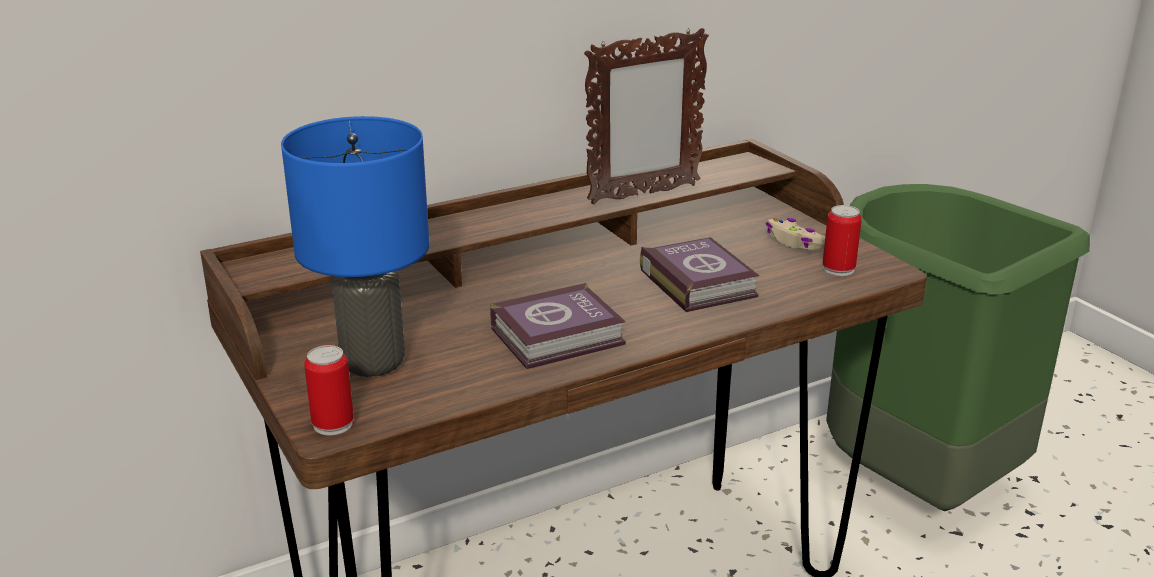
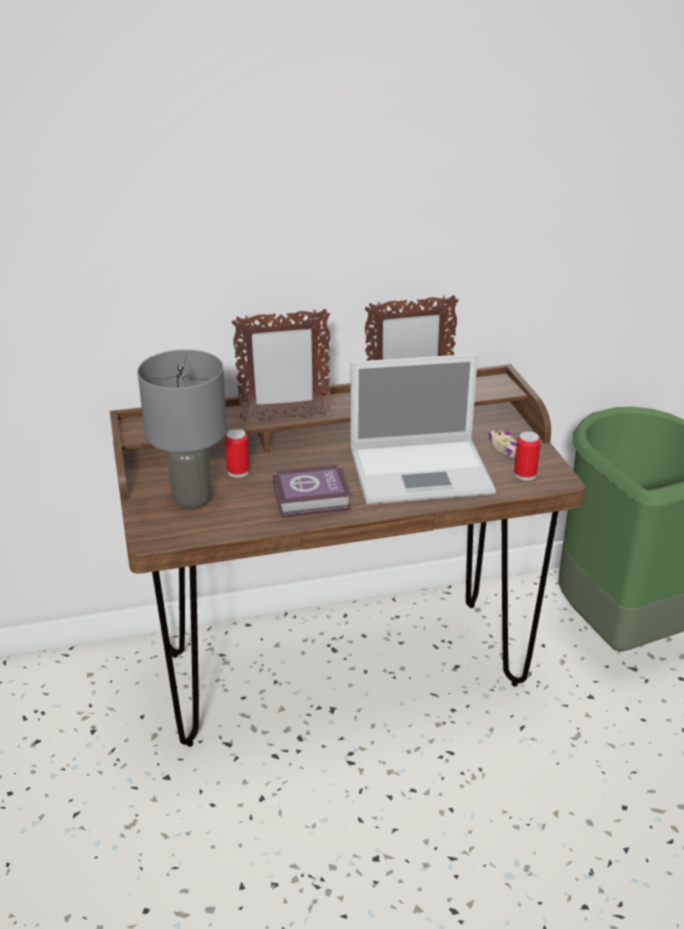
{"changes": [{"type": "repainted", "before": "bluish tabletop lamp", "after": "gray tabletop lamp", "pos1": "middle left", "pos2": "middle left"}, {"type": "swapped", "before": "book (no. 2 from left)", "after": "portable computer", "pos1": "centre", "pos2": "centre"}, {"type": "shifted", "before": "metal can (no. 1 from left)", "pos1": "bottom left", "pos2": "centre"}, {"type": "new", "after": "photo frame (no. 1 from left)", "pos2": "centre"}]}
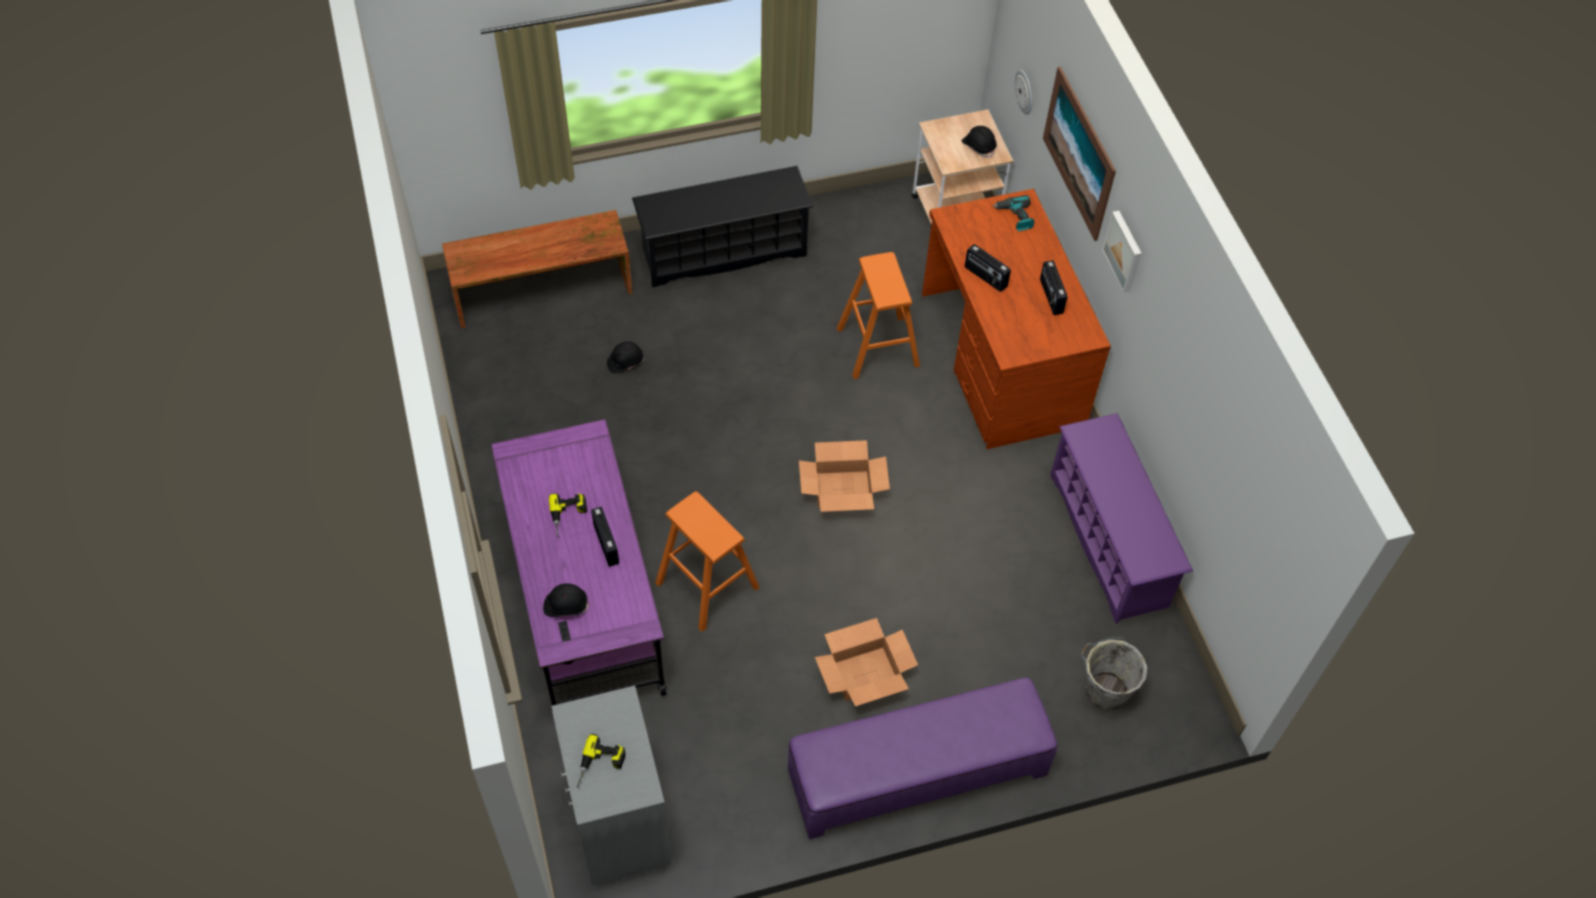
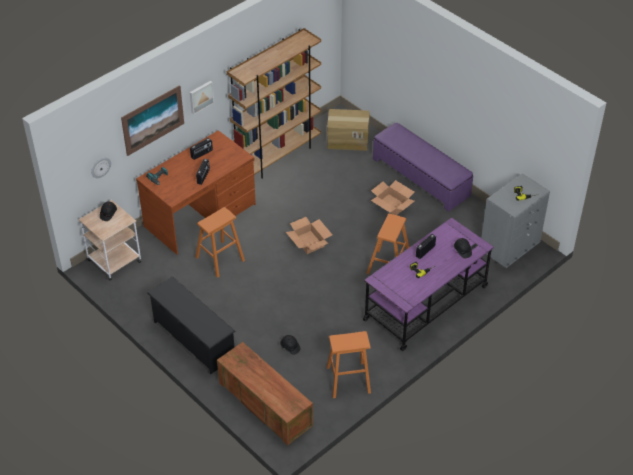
{"changes": [{"type": "swapped", "before": "purplish shoe rack", "after": "brownish shelving unit", "pos1": "middle right", "pos2": "top centre"}, {"type": "swapped", "before": "gray pail", "after": "cardboard box (no. 2 from left)", "pos1": "bottom right", "pos2": "top centre"}, {"type": "new", "after": "orange-coloured stool (no. 2 from left)", "pos2": "bottom centre"}]}
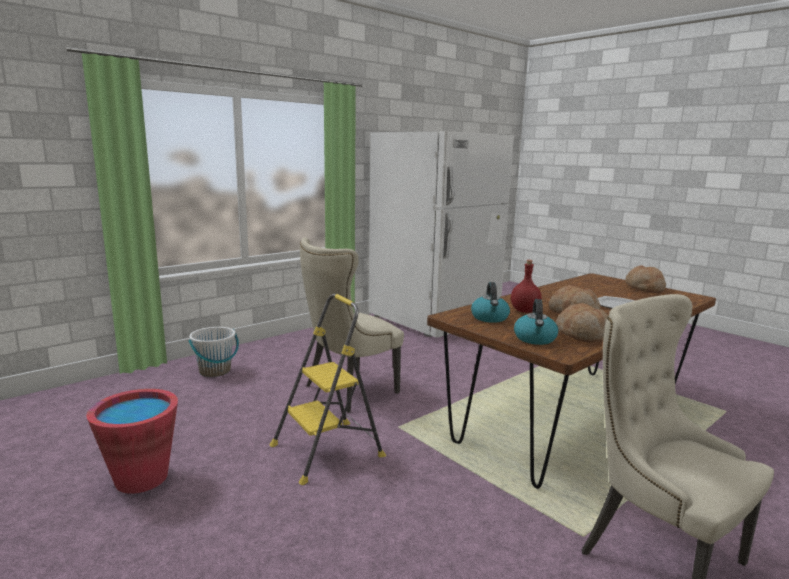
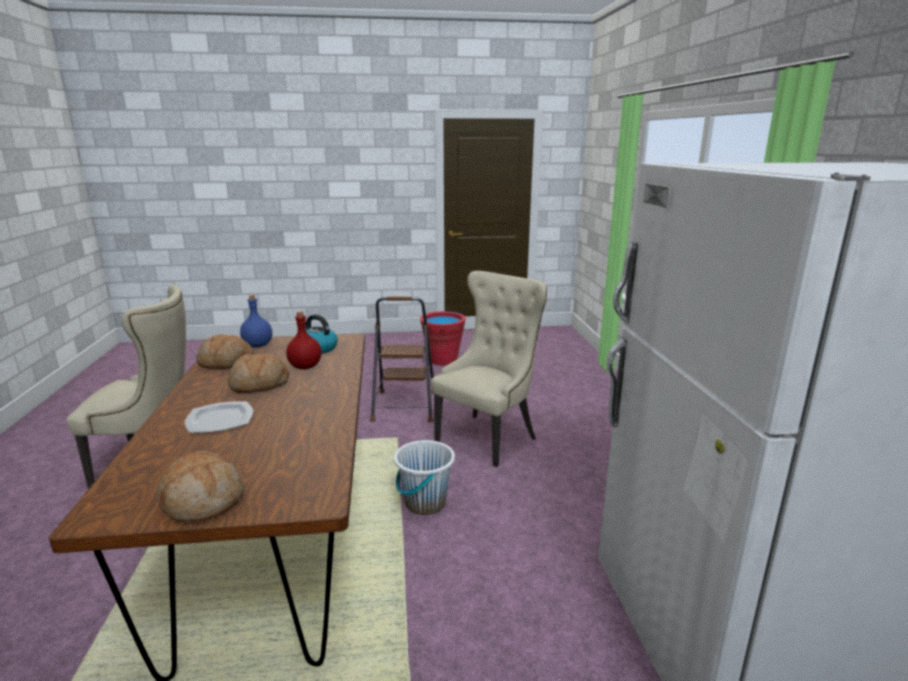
{"changes": [{"type": "rotated", "before": "sand-coloured upright chair (no. 1 from left in the first image)", "pos1": "centre", "pos2": "centre", "turn": 45}, {"type": "repainted", "before": "yellowish step stool", "after": "brownish step stool", "pos1": "bottom centre", "pos2": "centre"}, {"type": "swapped", "before": "kettle (no. 2 from left)", "after": "bluish drink bottle", "pos1": "middle right", "pos2": "middle left"}, {"type": "shifted", "before": "white pail", "pos1": "middle left", "pos2": "bottom centre"}]}
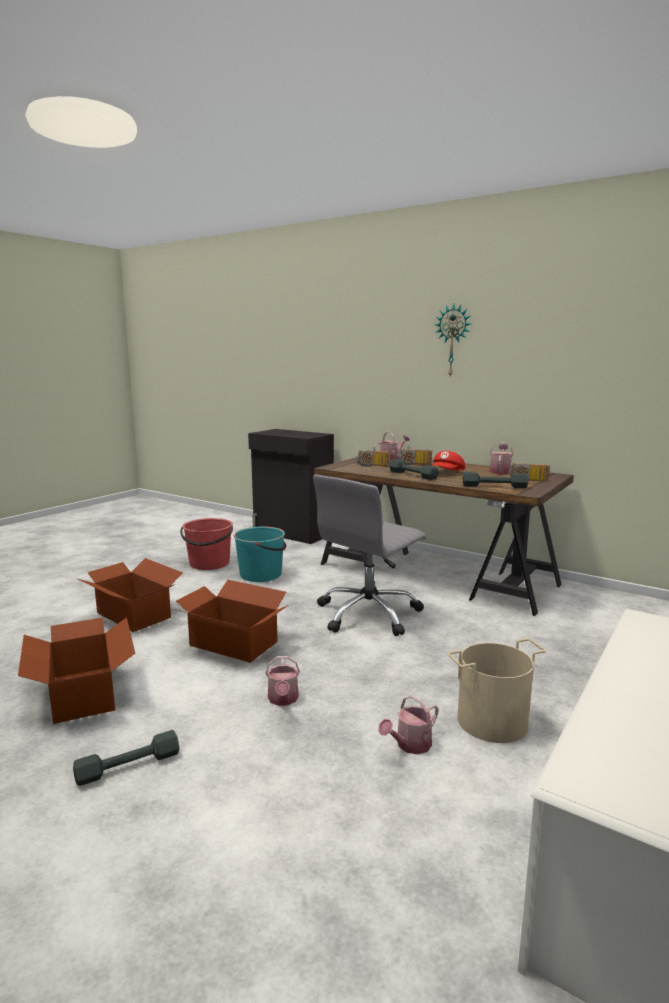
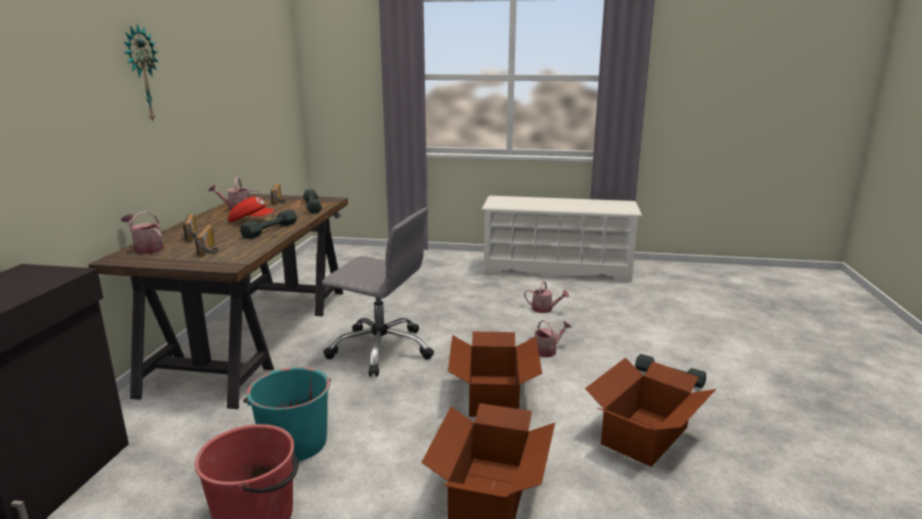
{"changes": [{"type": "gone", "before": "sand-coloured pail", "pos1": "bottom right"}]}
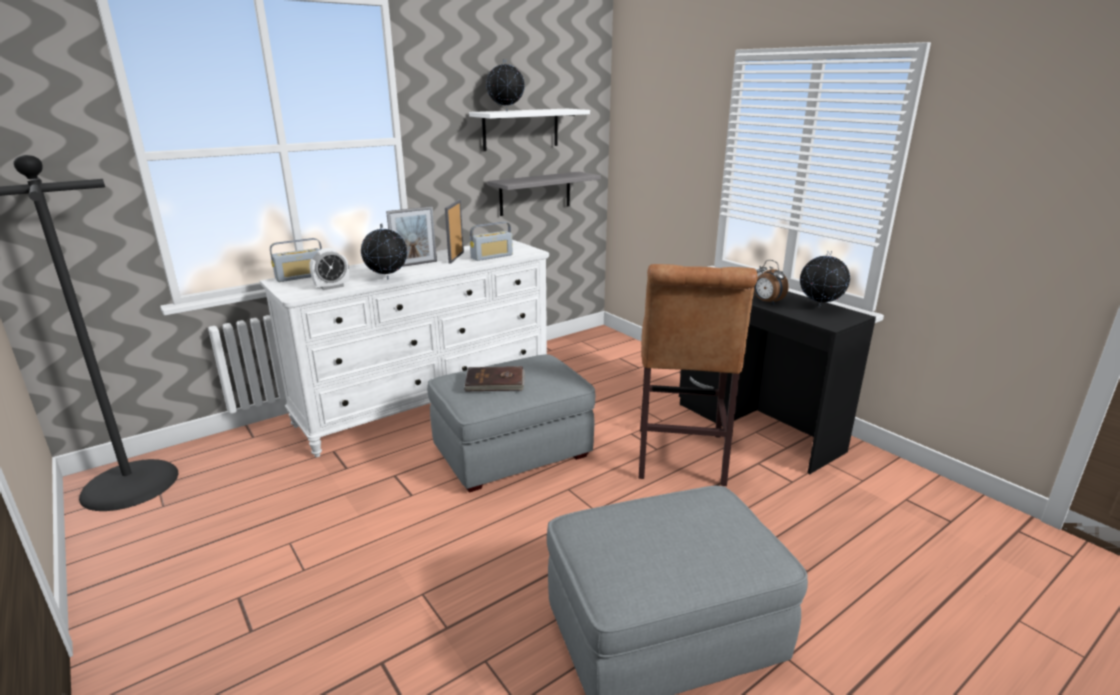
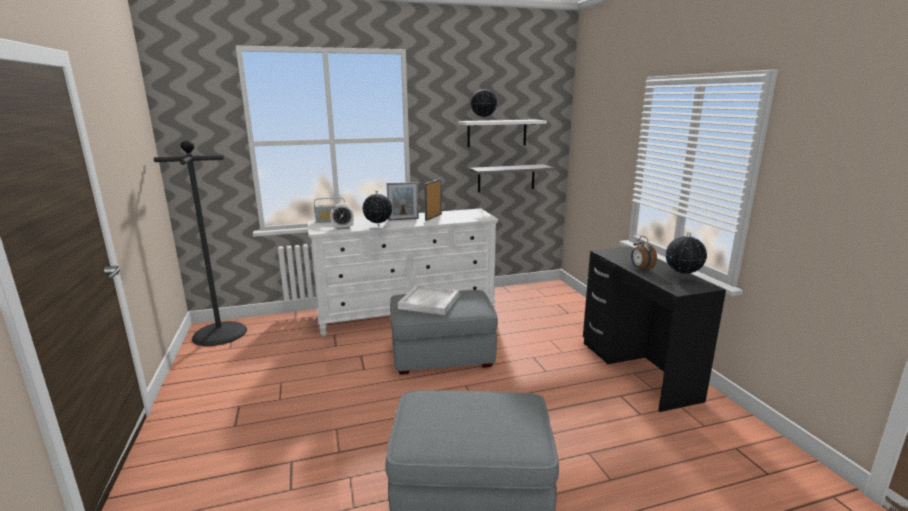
{"changes": [{"type": "gone", "before": "radio receiver (no. 2 from left)", "pos1": "centre"}, {"type": "gone", "before": "brownish stool", "pos1": "centre"}, {"type": "swapped", "before": "brownish book", "after": "white serving tray", "pos1": "centre", "pos2": "centre"}]}
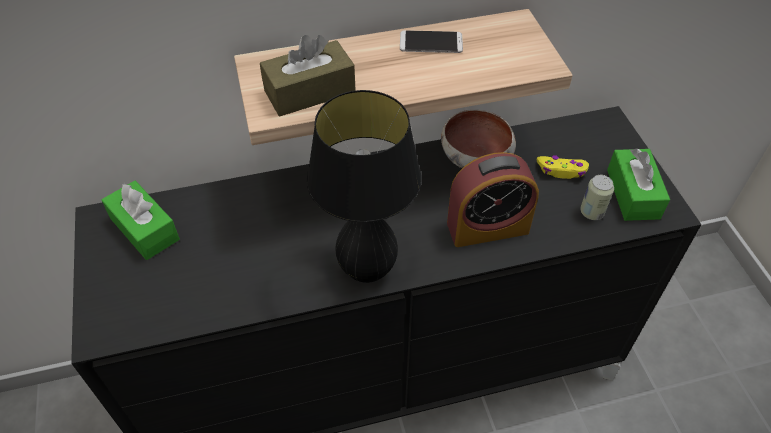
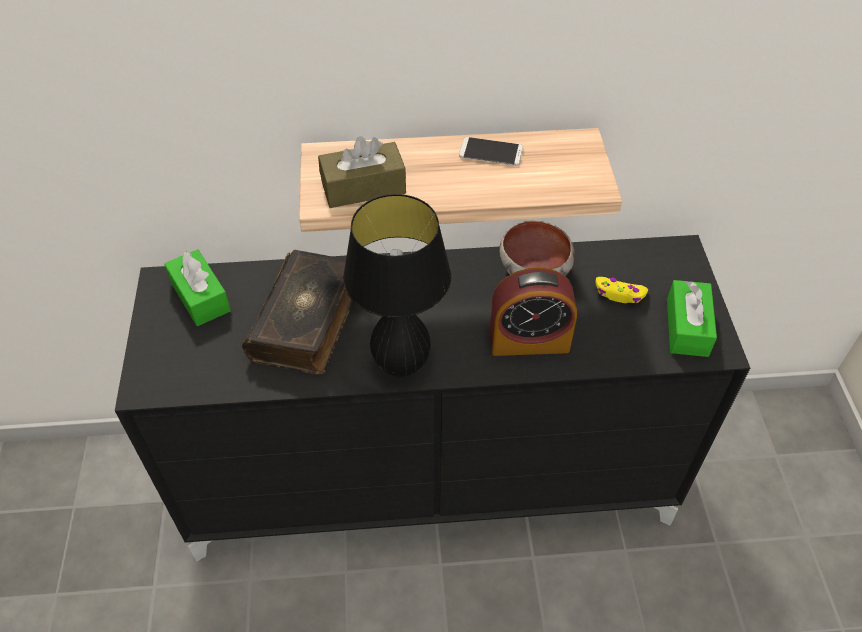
{"changes": [{"type": "gone", "before": "metal can", "pos1": "middle right"}, {"type": "new", "after": "book", "pos2": "centre"}]}
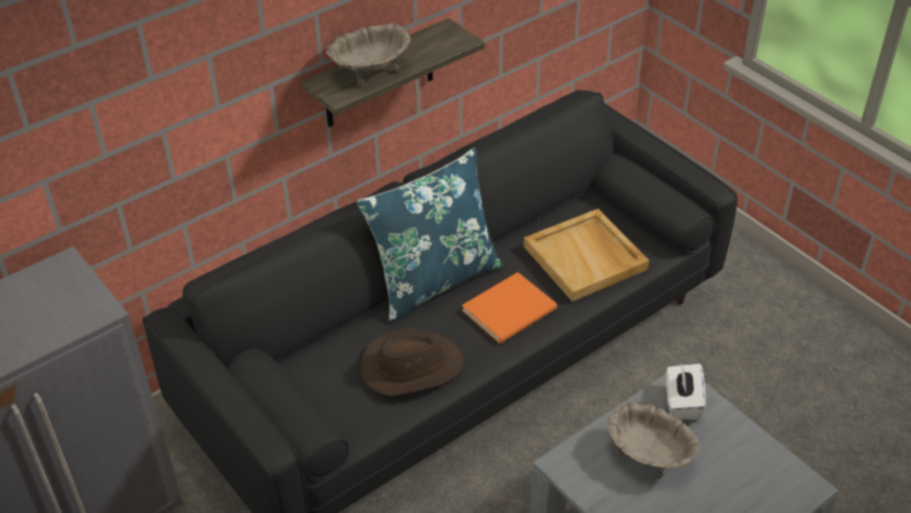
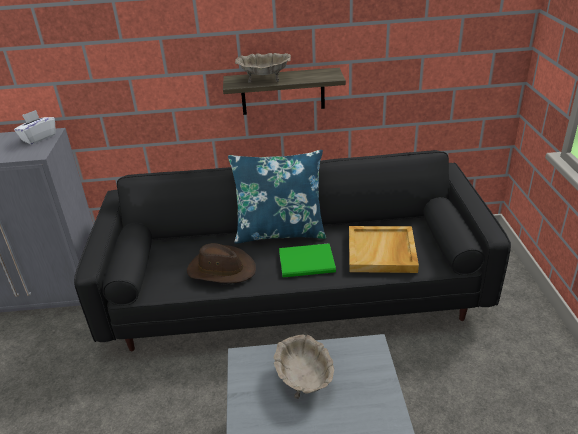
{"changes": [{"type": "repainted", "before": "orange-coloured book", "after": "green book", "pos1": "centre", "pos2": "centre"}, {"type": "shifted", "before": "white tissue holder", "pos1": "bottom right", "pos2": "top left"}]}
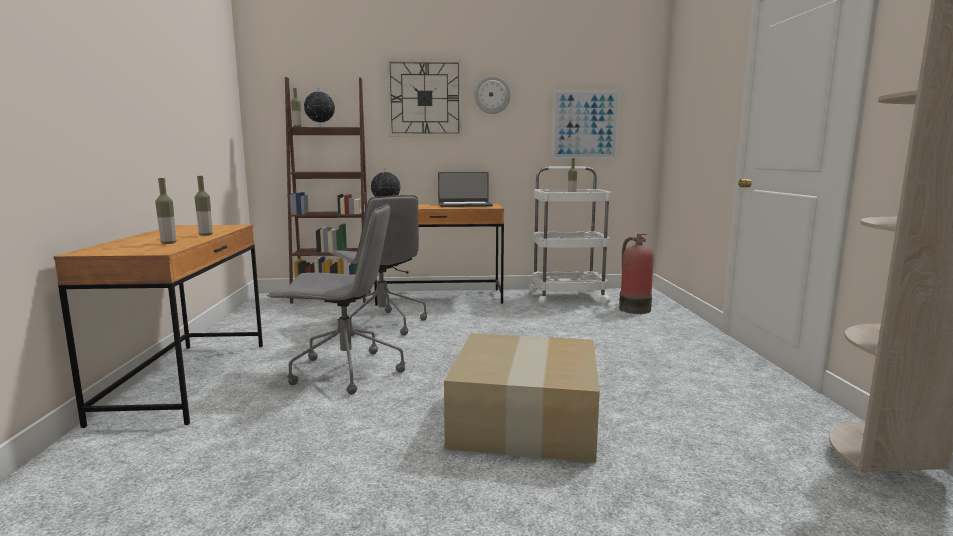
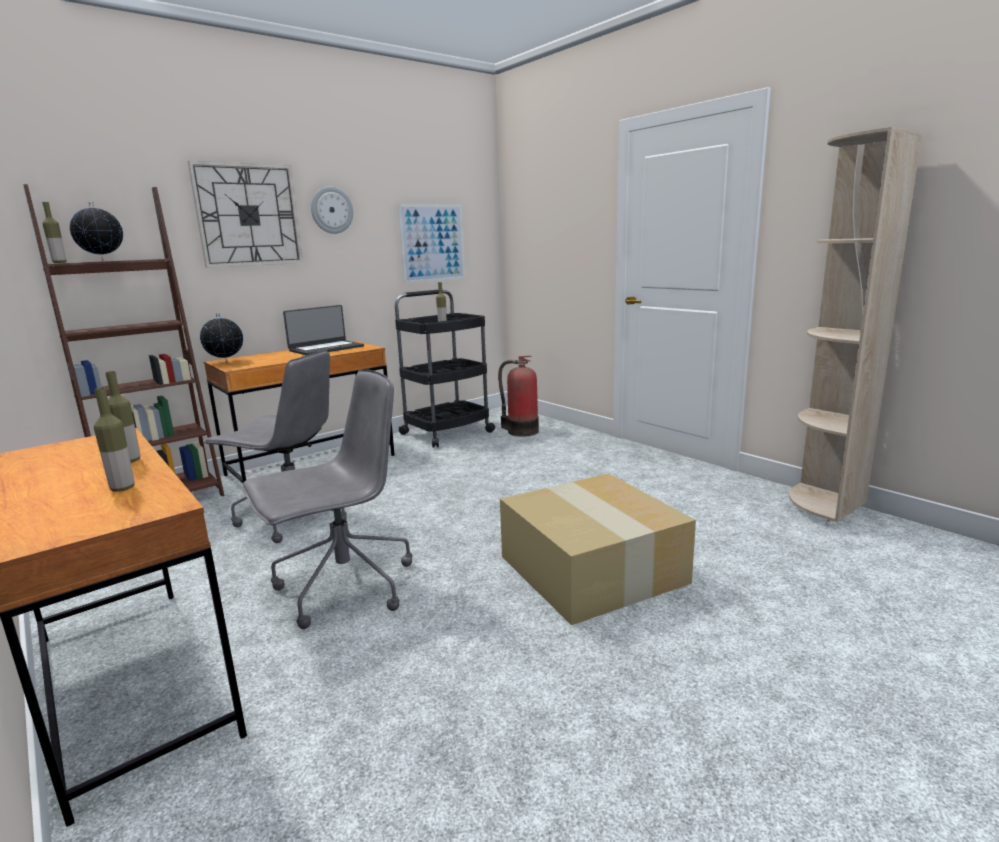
{"changes": [{"type": "repainted", "before": "white trolley", "after": "blackish trolley", "pos1": "centre", "pos2": "centre"}]}
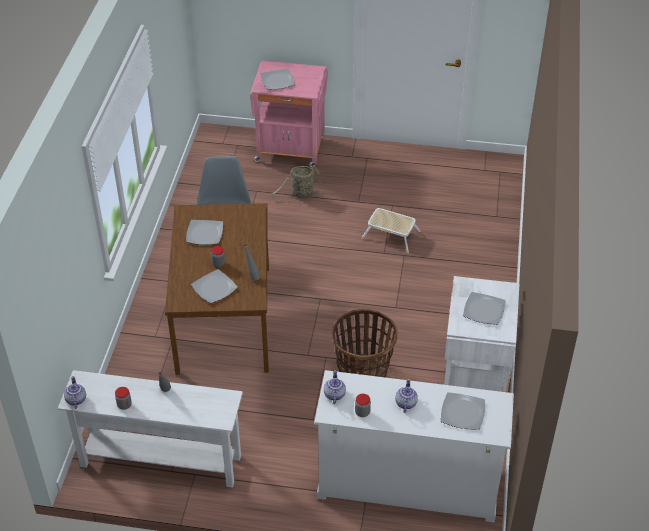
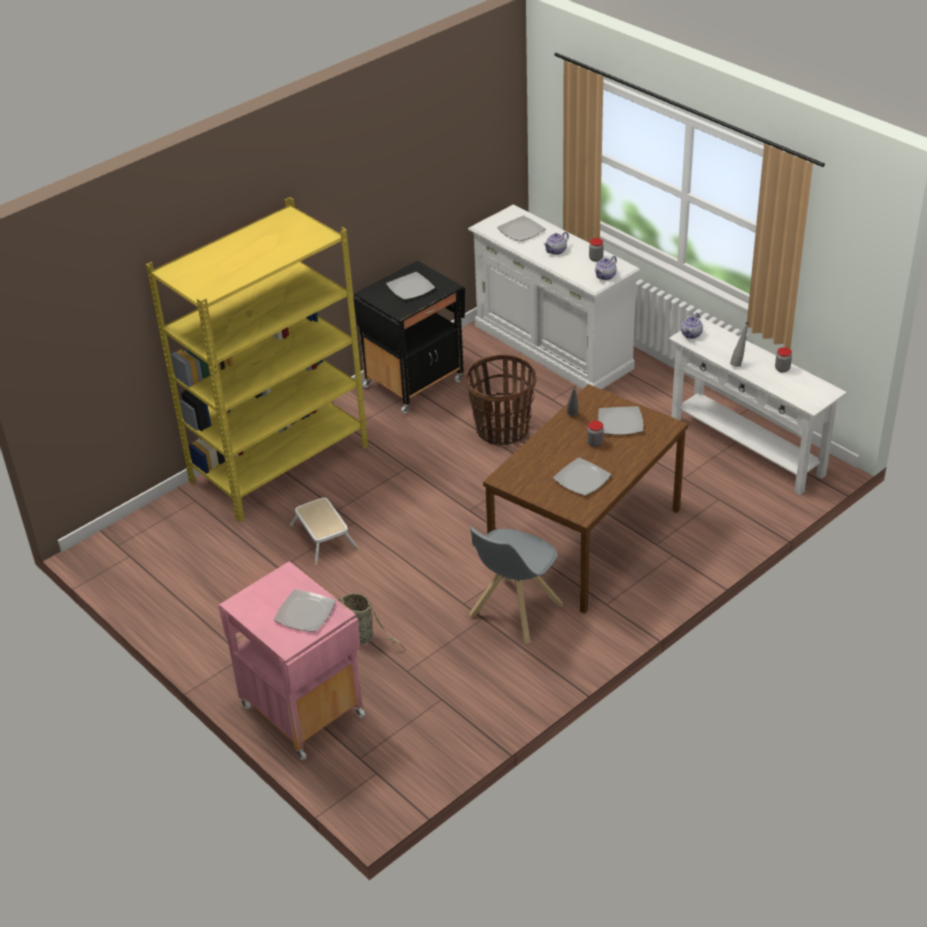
{"changes": [{"type": "repainted", "before": "white trolley", "after": "blackish trolley", "pos1": "middle right", "pos2": "centre"}, {"type": "shifted", "before": "pot for tea (no. 1 from left in the first image)", "after": "pot for tea (no. 3 from left)", "pos1": "bottom left", "pos2": "middle right"}, {"type": "new", "after": "yellowish shelving unit", "pos2": "middle left"}]}
